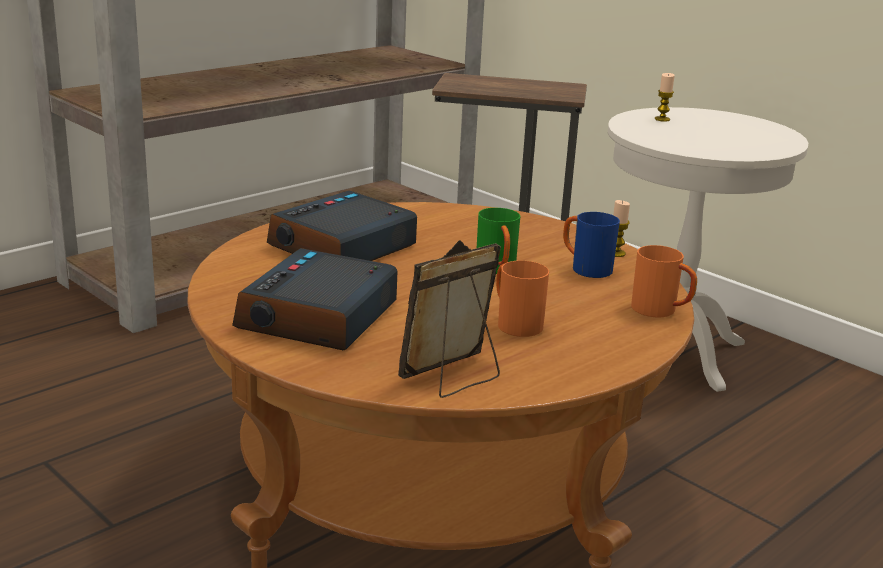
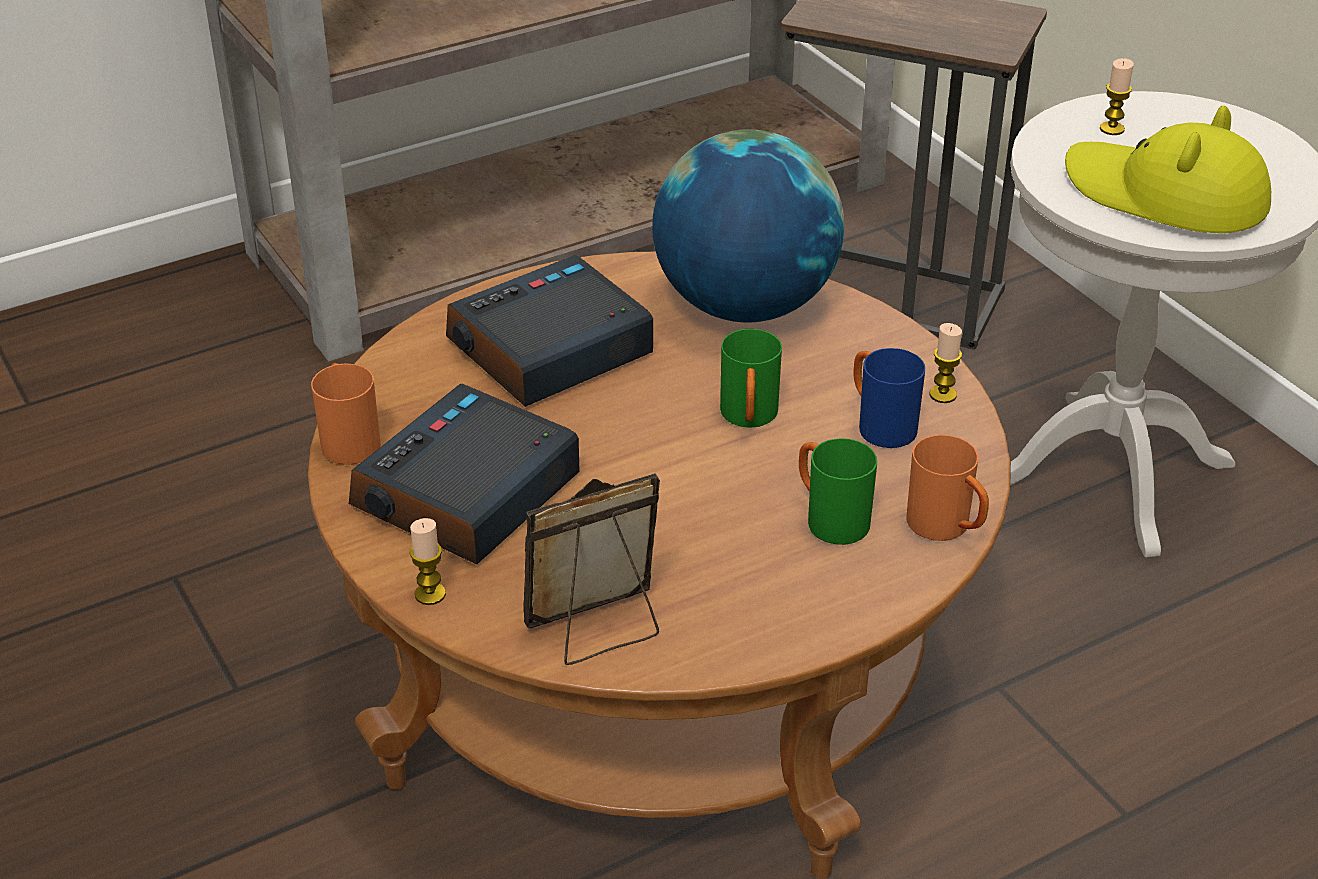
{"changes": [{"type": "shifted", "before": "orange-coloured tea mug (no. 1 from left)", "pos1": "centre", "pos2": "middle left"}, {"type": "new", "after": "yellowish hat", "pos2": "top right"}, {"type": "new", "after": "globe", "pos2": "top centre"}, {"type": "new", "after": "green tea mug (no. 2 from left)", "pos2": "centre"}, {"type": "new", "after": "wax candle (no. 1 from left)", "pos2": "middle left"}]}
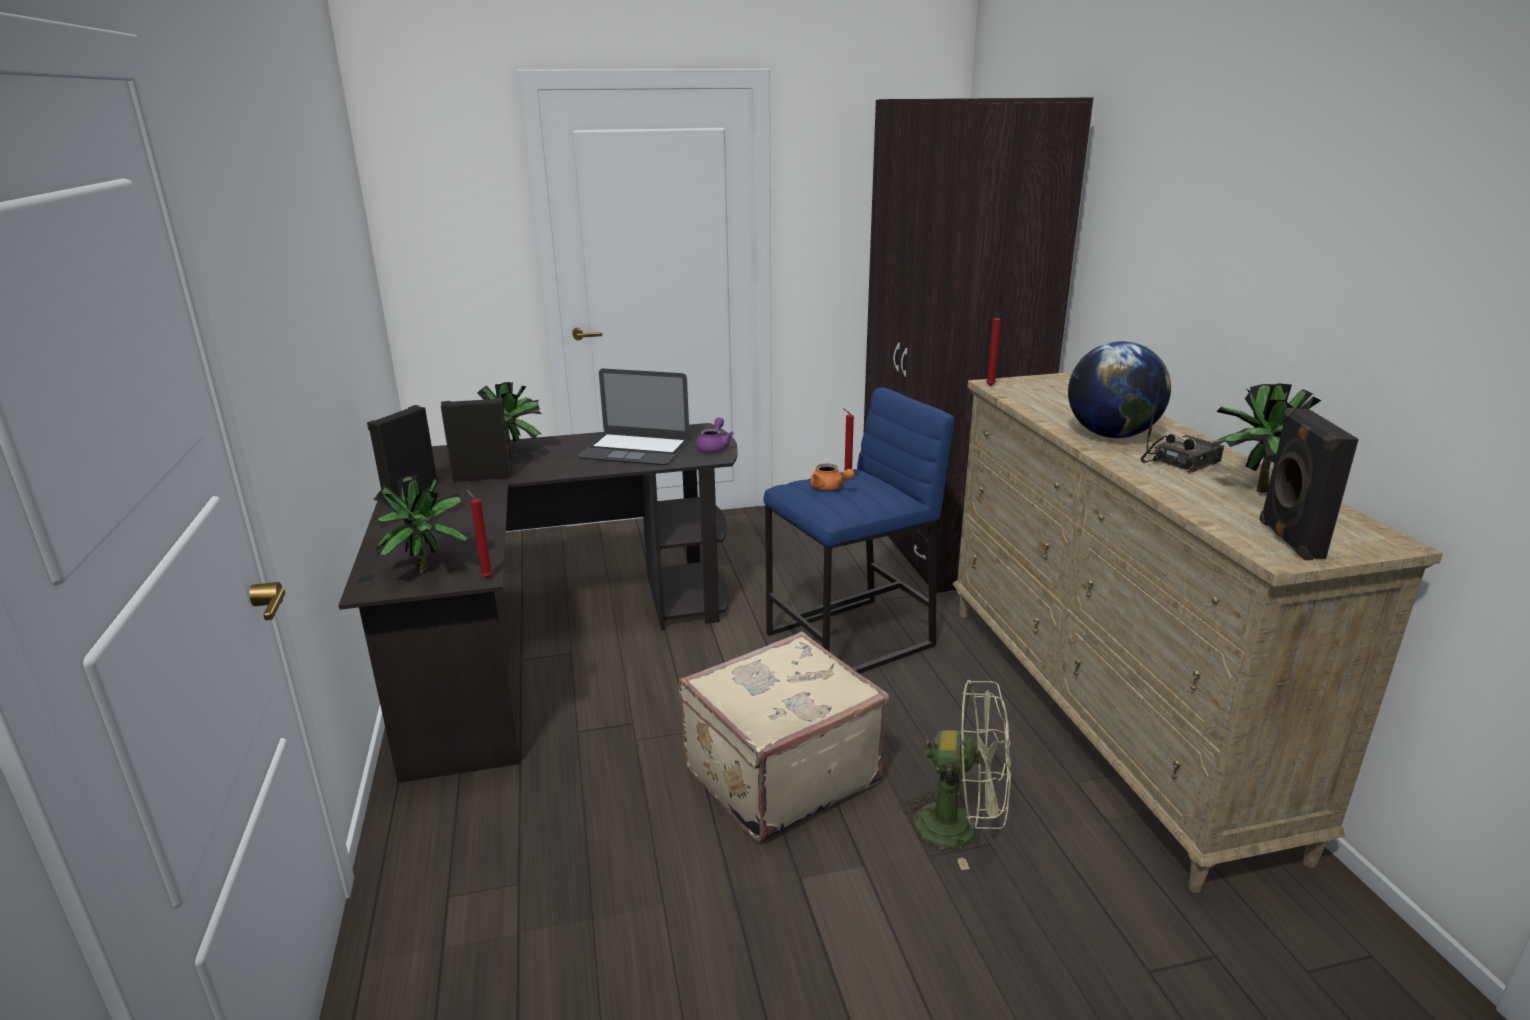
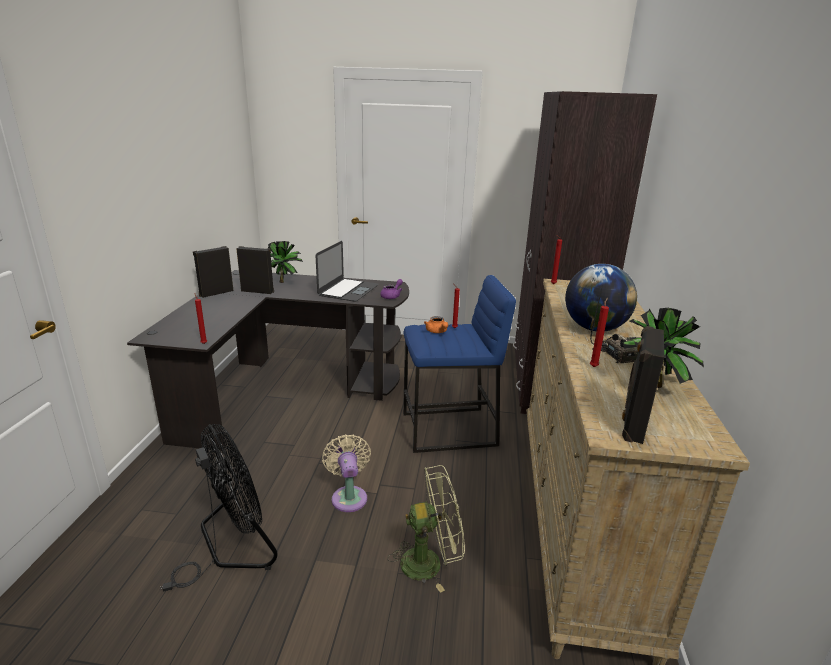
{"changes": [{"type": "rotated", "before": "portable computer", "pos1": "centre", "pos2": "centre", "turn": -105}, {"type": "gone", "before": "houseplant (no. 1 from left)", "pos1": "middle left"}, {"type": "swapped", "before": "sand-coloured piece of luggage", "after": "sand-coloured fan", "pos1": "bottom centre", "pos2": "bottom centre"}, {"type": "rotated", "before": "green fan", "pos1": "bottom centre", "pos2": "bottom centre", "turn": -45}, {"type": "new", "after": "reddish wax candle (no. 4 from left)", "pos2": "middle right"}, {"type": "new", "after": "blackish fan", "pos2": "bottom left"}]}
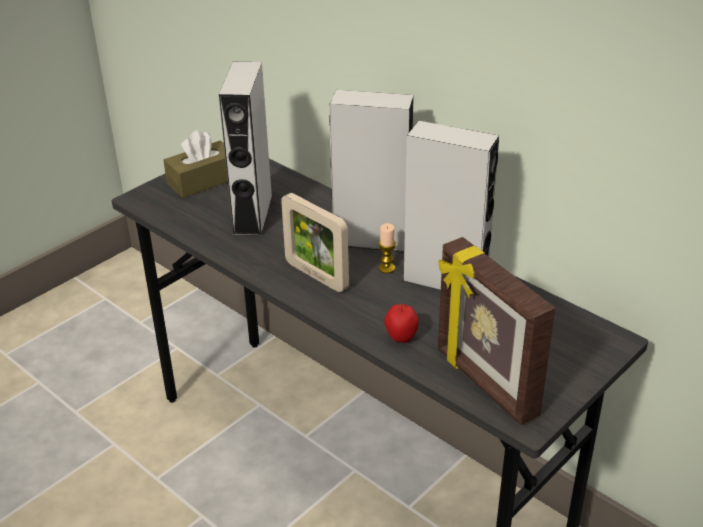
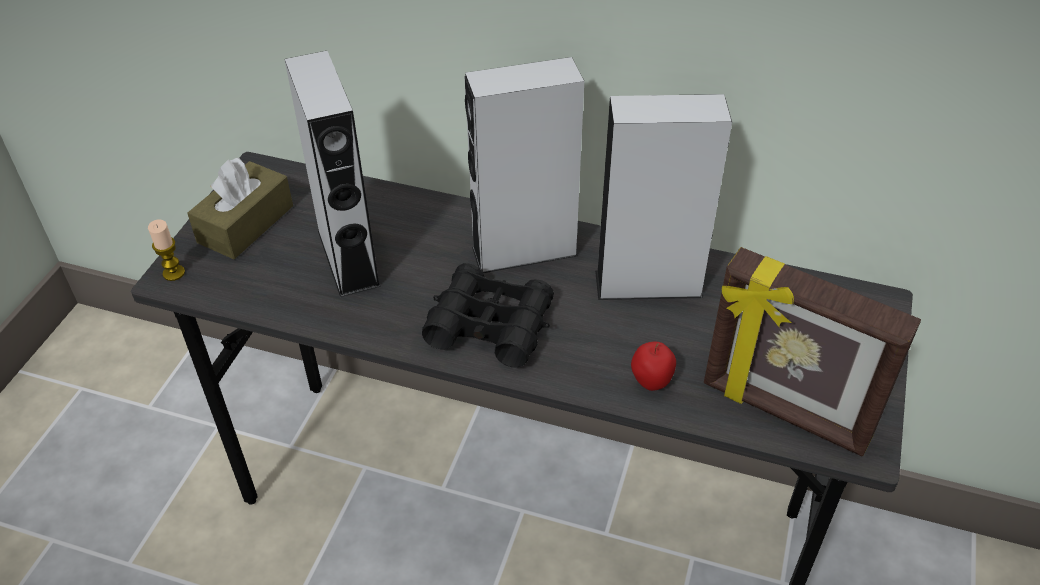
{"changes": [{"type": "swapped", "before": "photo frame (no. 1 from left)", "after": "blackish pair of binoculars", "pos1": "centre", "pos2": "centre"}, {"type": "shifted", "before": "wax candle", "pos1": "centre", "pos2": "middle left"}]}
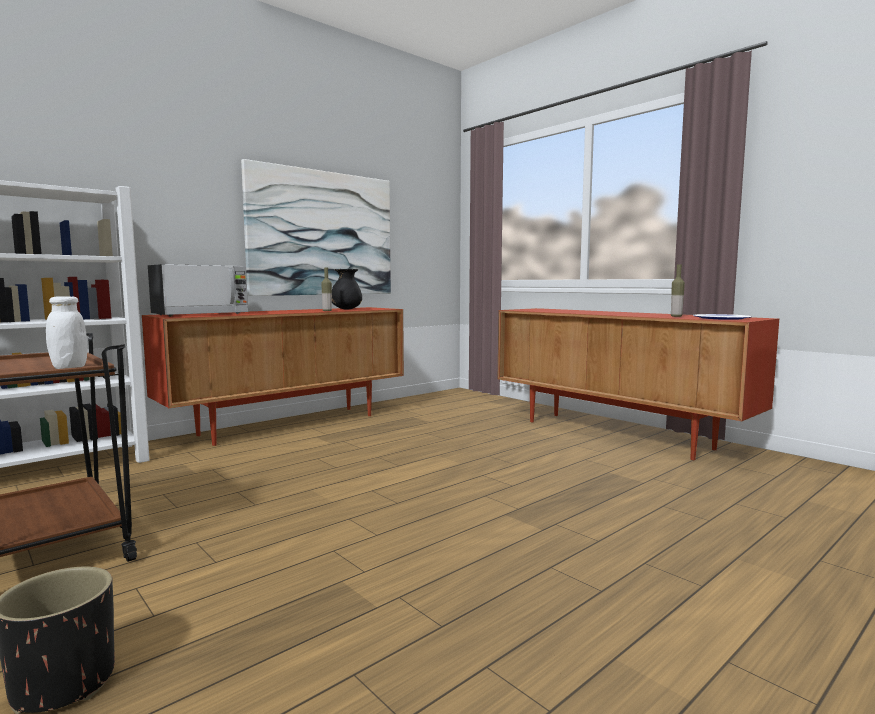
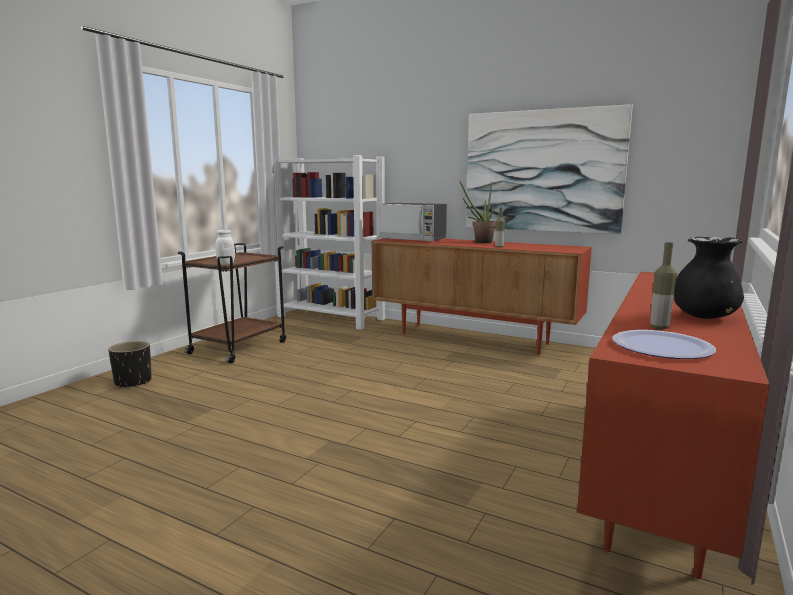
{"changes": [{"type": "shifted", "before": "blackish decorative vase", "pos1": "centre", "pos2": "middle right"}, {"type": "new", "after": "houseplant", "pos2": "centre"}]}
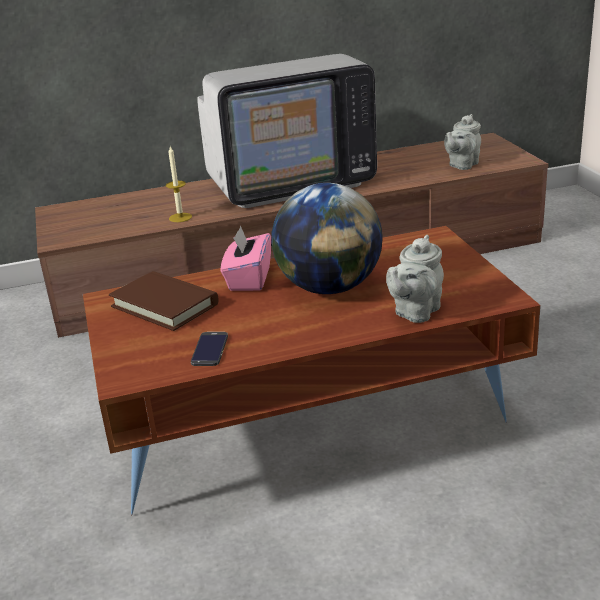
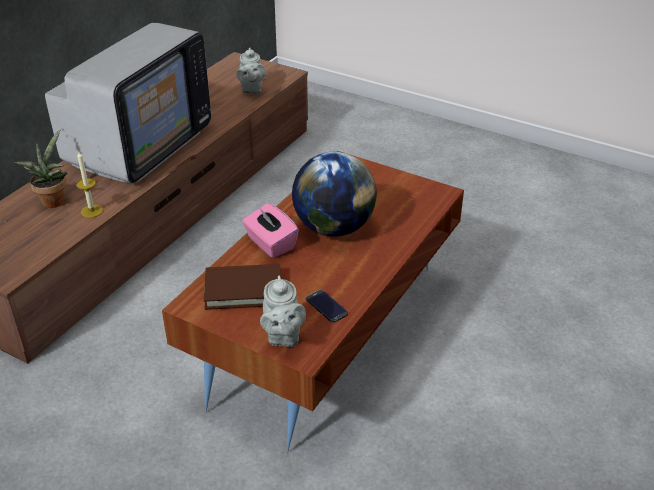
{"changes": [{"type": "shifted", "before": "gray pot for tea (no. 1 from left in the first image)", "after": "gray pot for tea (no. 2 from left)", "pos1": "middle right", "pos2": "centre"}, {"type": "new", "after": "houseplant", "pos2": "middle left"}]}
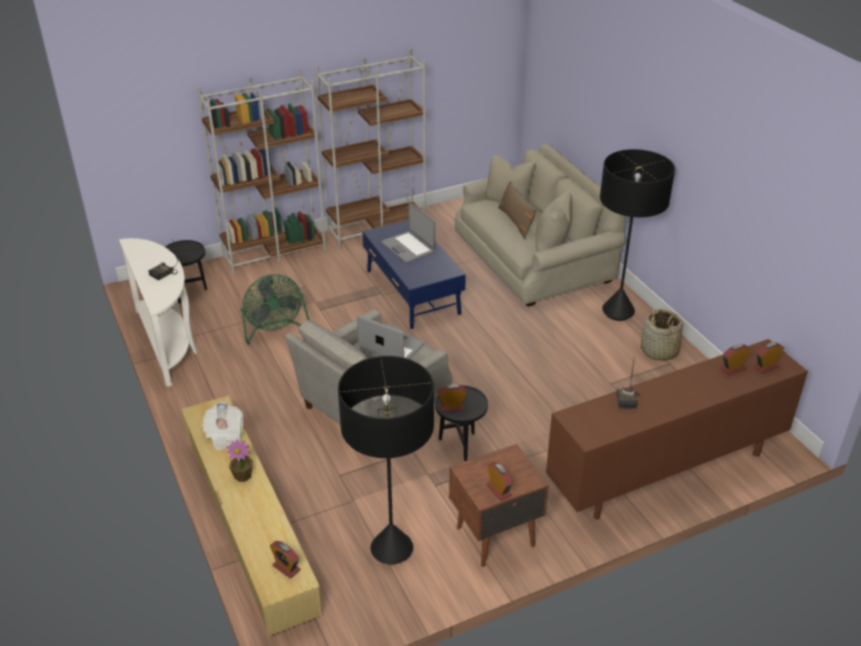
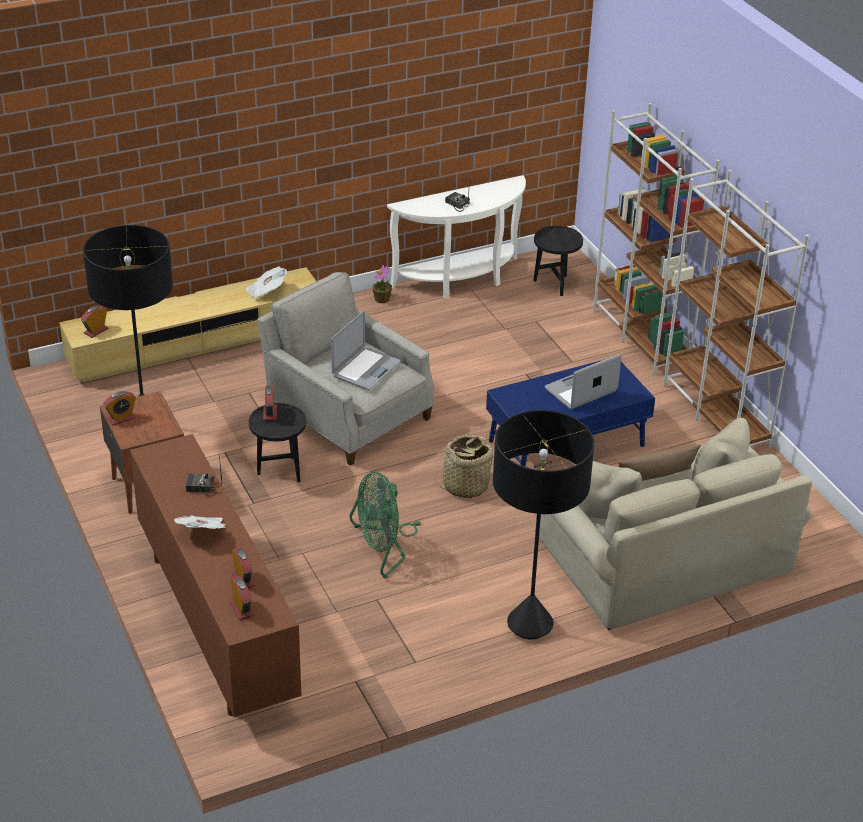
{"changes": [{"type": "shifted", "before": "green fan", "pos1": "middle left", "pos2": "centre"}, {"type": "shifted", "before": "household basket", "pos1": "middle right", "pos2": "centre"}, {"type": "shifted", "before": "houseplant", "pos1": "bottom left", "pos2": "centre"}, {"type": "new", "after": "newspaper (no. 1 from left)", "pos2": "middle left"}]}
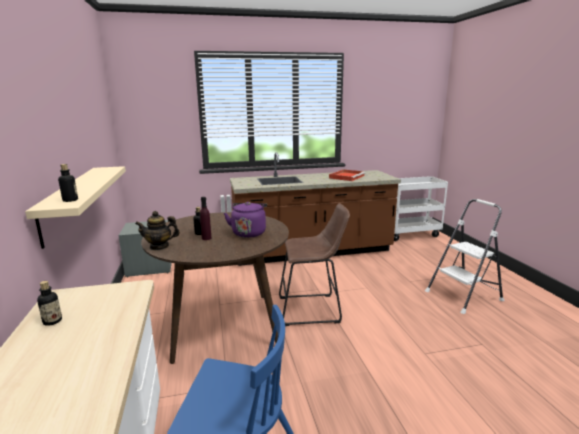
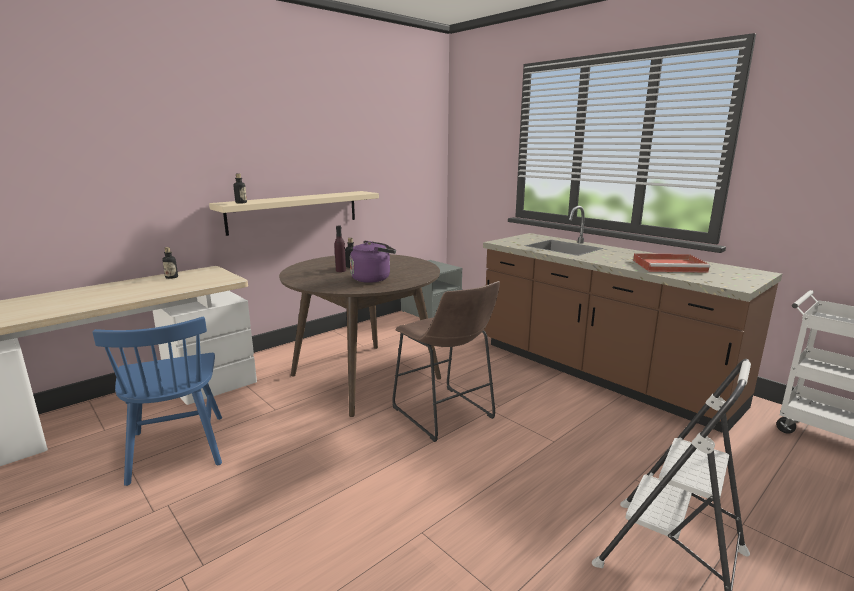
{"changes": [{"type": "gone", "before": "pot for tea", "pos1": "middle left"}]}
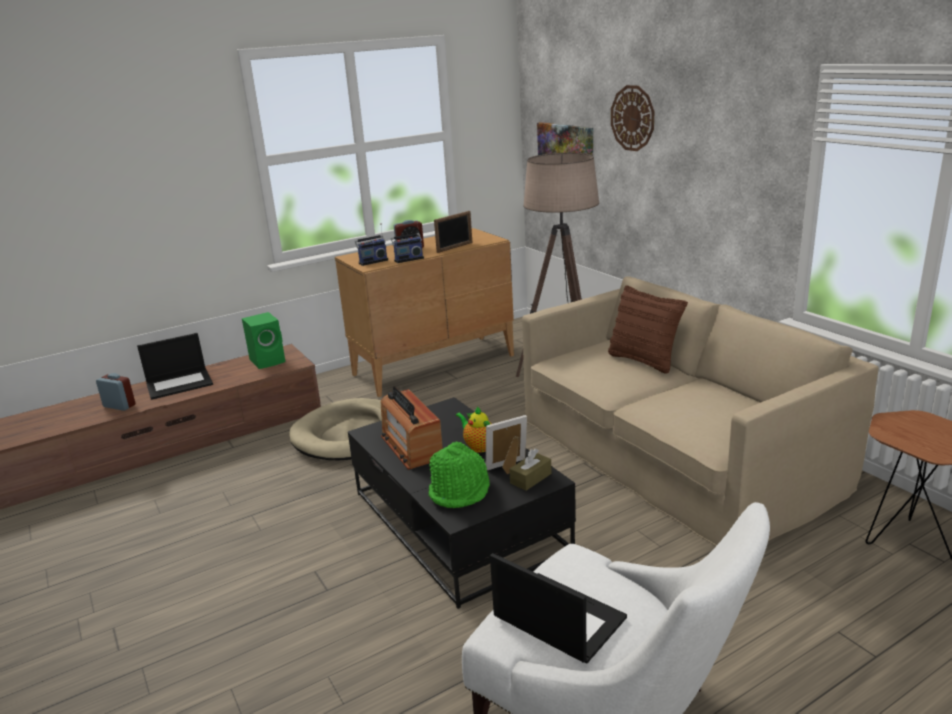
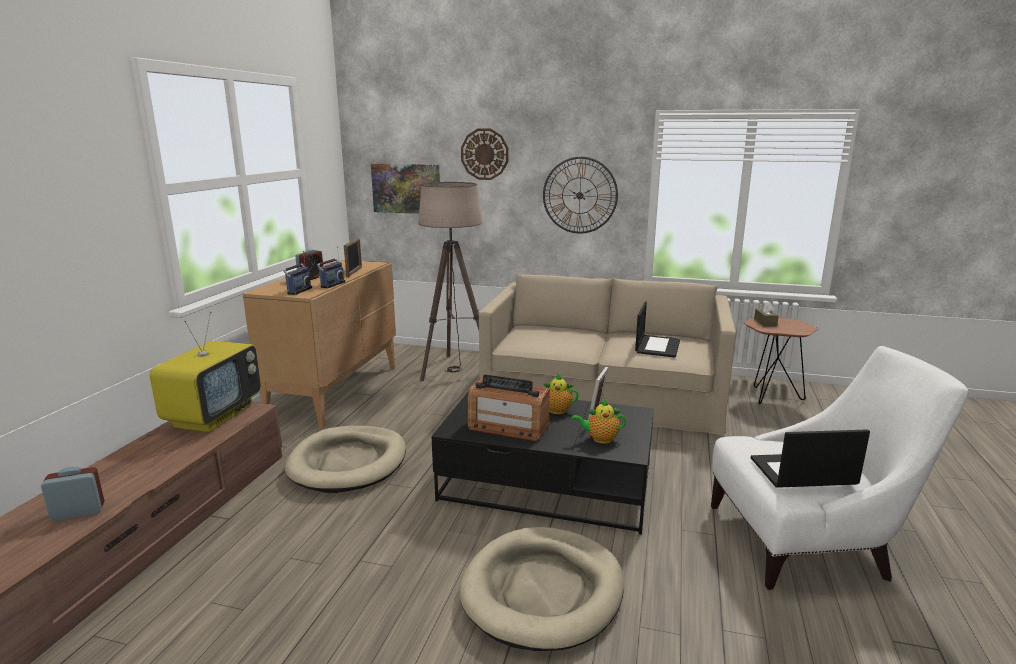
{"changes": [{"type": "gone", "before": "brownish throw pillow", "pos1": "middle right"}, {"type": "swapped", "before": "green speaker", "after": "television", "pos1": "middle left", "pos2": "middle left"}, {"type": "shifted", "before": "portable computer (no. 1 from left)", "pos1": "middle left", "pos2": "centre"}, {"type": "swapped", "before": "green hat", "after": "pot for tea (no. 2 from left)", "pos1": "centre", "pos2": "centre"}, {"type": "shifted", "before": "brownish tissue holder", "pos1": "centre", "pos2": "middle right"}, {"type": "new", "after": "wall clock (no. 2 from left)", "pos2": "top centre"}, {"type": "new", "after": "sand-coloured pet bed (no. 2 from left)", "pos2": "bottom centre"}]}
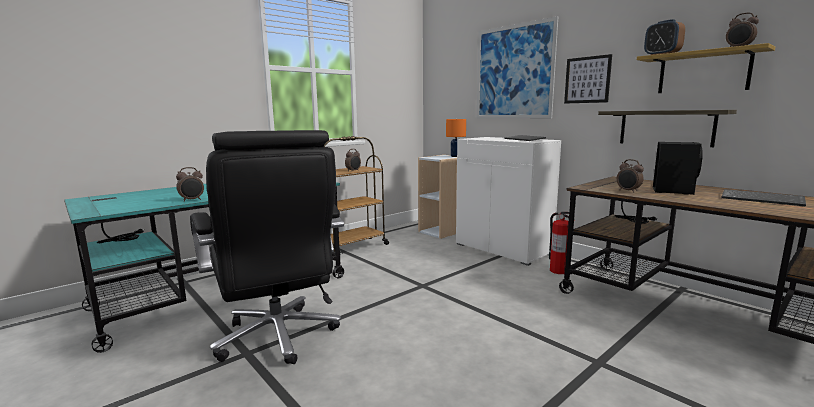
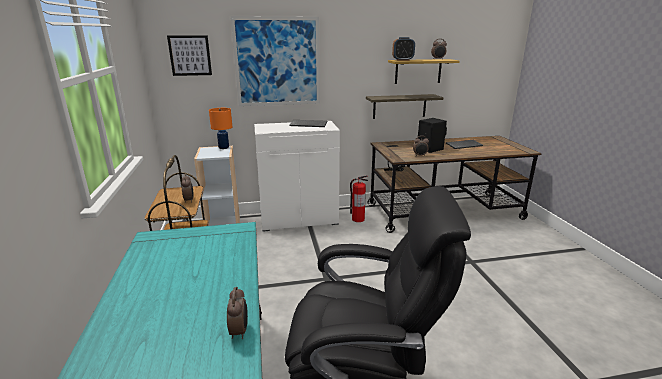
{"changes": [{"type": "shifted", "before": "picture (no. 2 from left in the first image)", "after": "picture (no. 1 from left)", "pos1": "top right", "pos2": "top left"}]}
